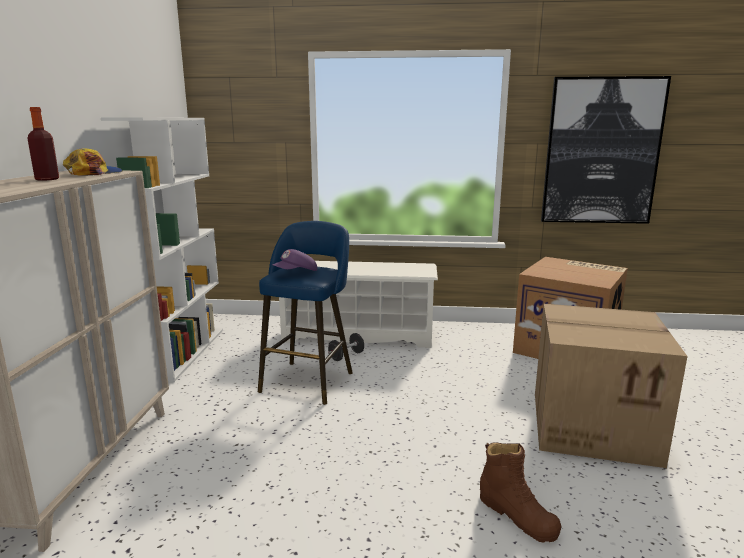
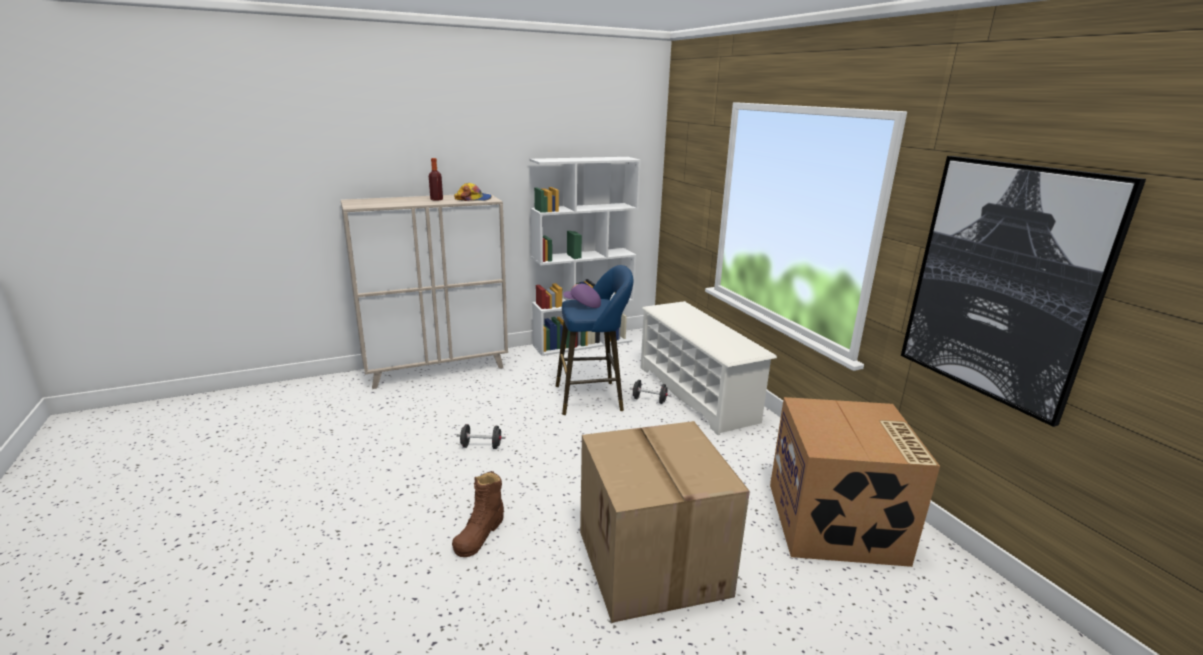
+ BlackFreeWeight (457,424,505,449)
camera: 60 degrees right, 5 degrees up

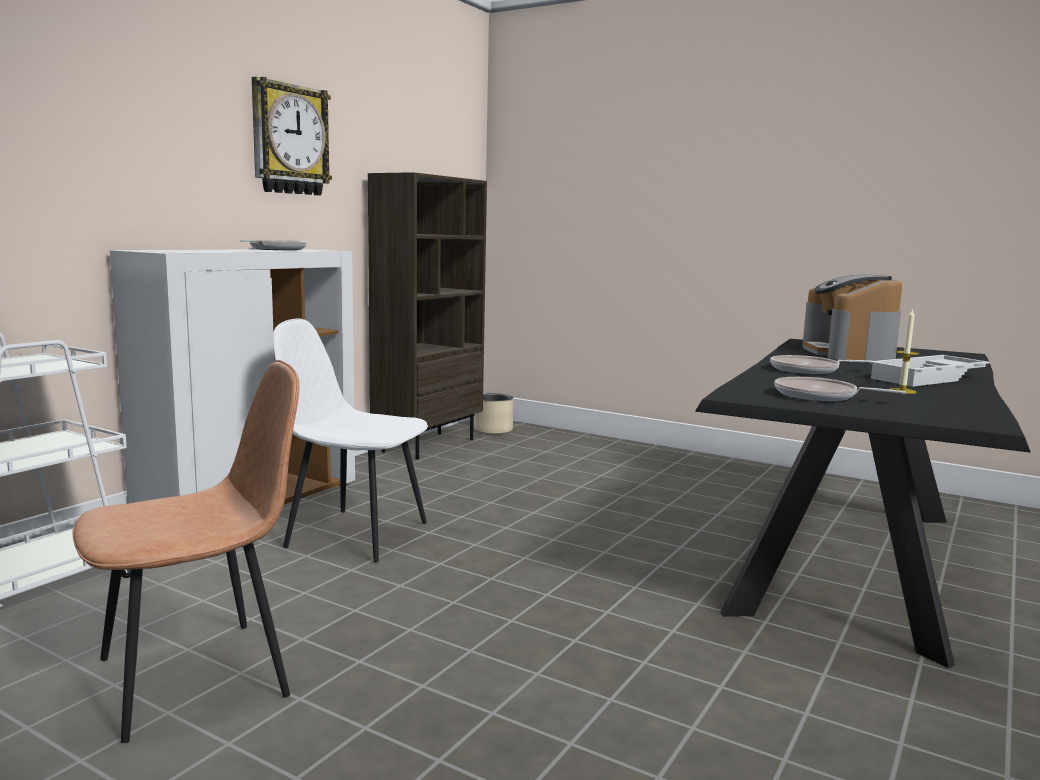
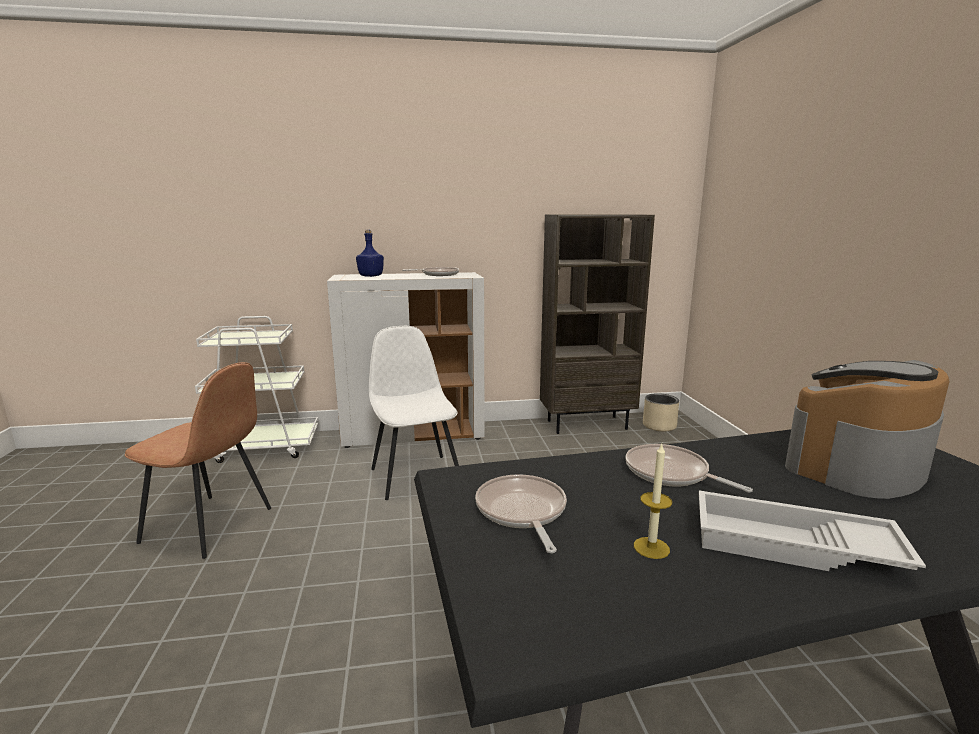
- WallClock (252,76,332,195)
+ BluishDrinkBottle (356,230,384,277)
camera: 50 degrees right, 5 degrees up

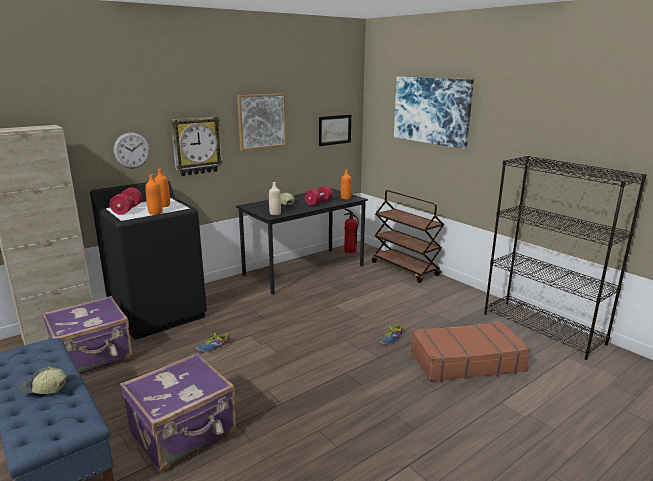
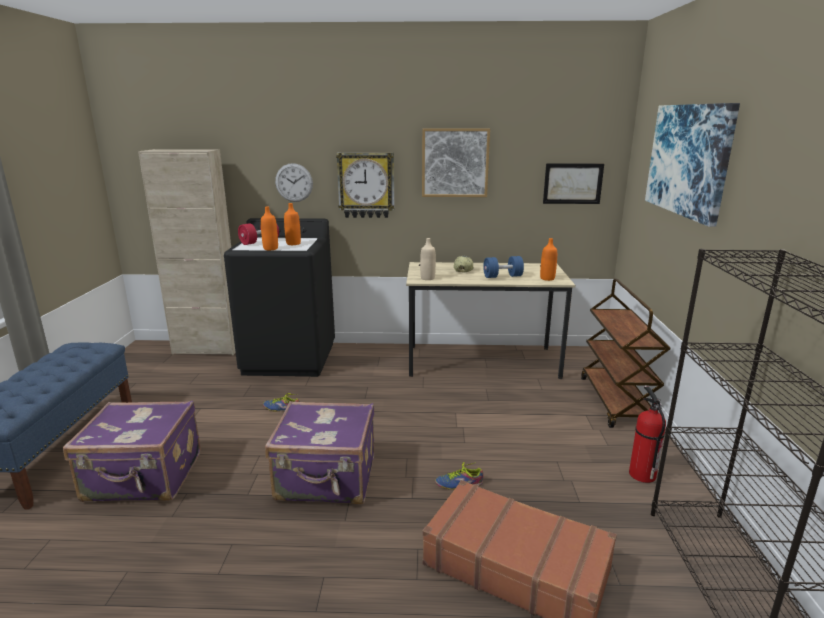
- Cap (19,366,66,394)
~ PurpleColouredPieceOfLuggage (42,296,133,374) to (265,401,374,504)
~ BlackDeskTable (236,188,368,295) to SandColouredDeskTable (406,262,576,379)
~ ReddishFreeWeight (305,186,333,205) to BluishFreeWeight (483,256,524,278)
~ Extinguisher (344,208,359,253) to (629,387,666,483)
camera: 40 degrees right, 0 degrees up

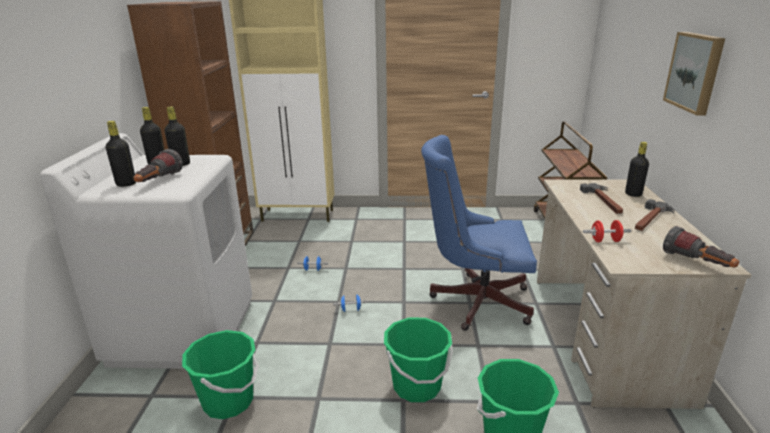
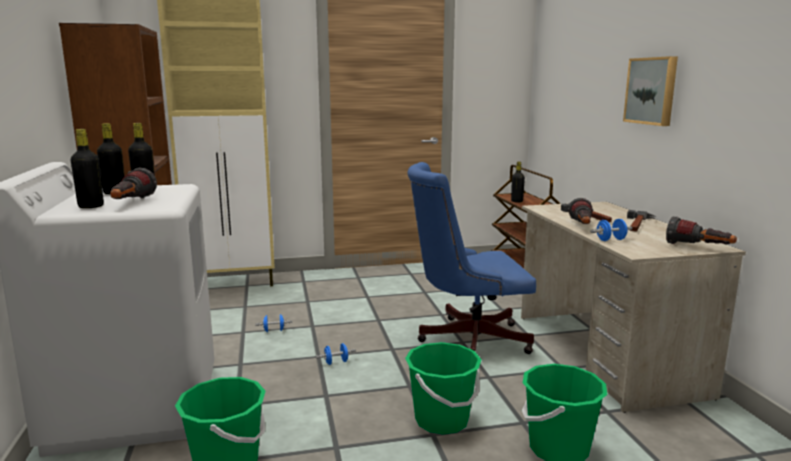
~ ReddishFreeWeight (583,220,632,242) to BluishFreeWeight (590,219,632,241)
~ BlackDrinkBottle (625,142,649,197) to (511,162,525,203)
+ Torch (568,198,593,224)
camera: 15 degrees left, 10 degrees down

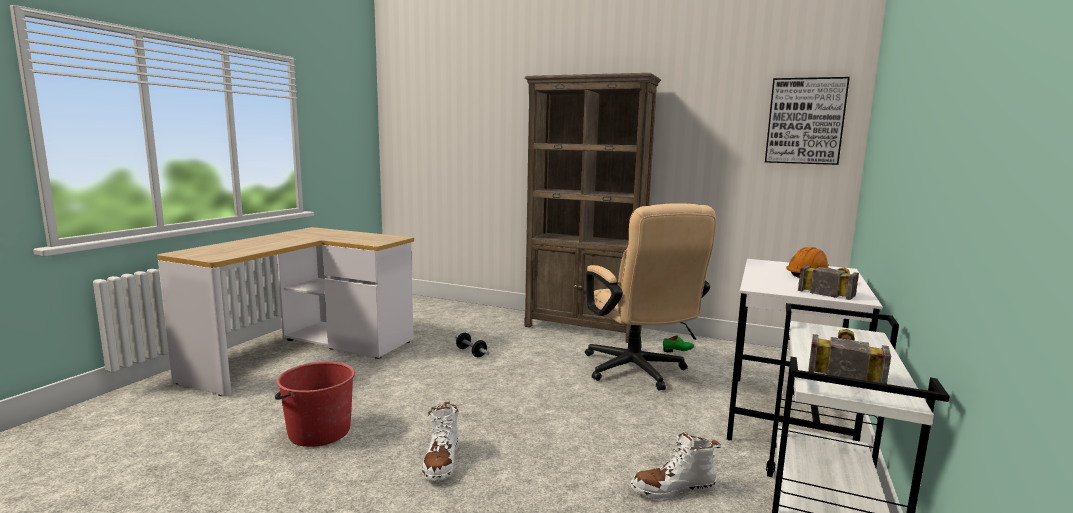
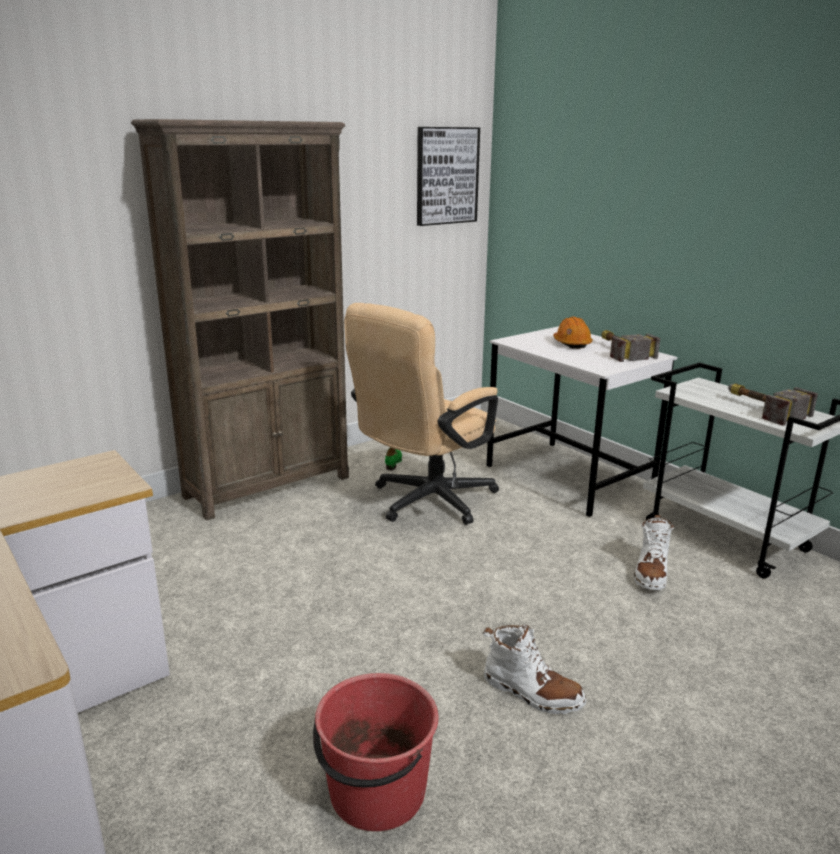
- FreeWeight (455,333,489,357)
~ SandColouredDeskChair (585,203,716,391) = (344,303,499,525) 120 degrees clockwise
camera: 60 degrees left, 10 degrees up

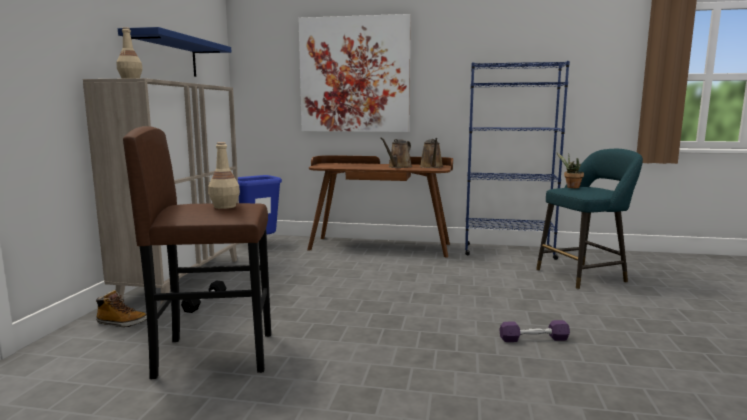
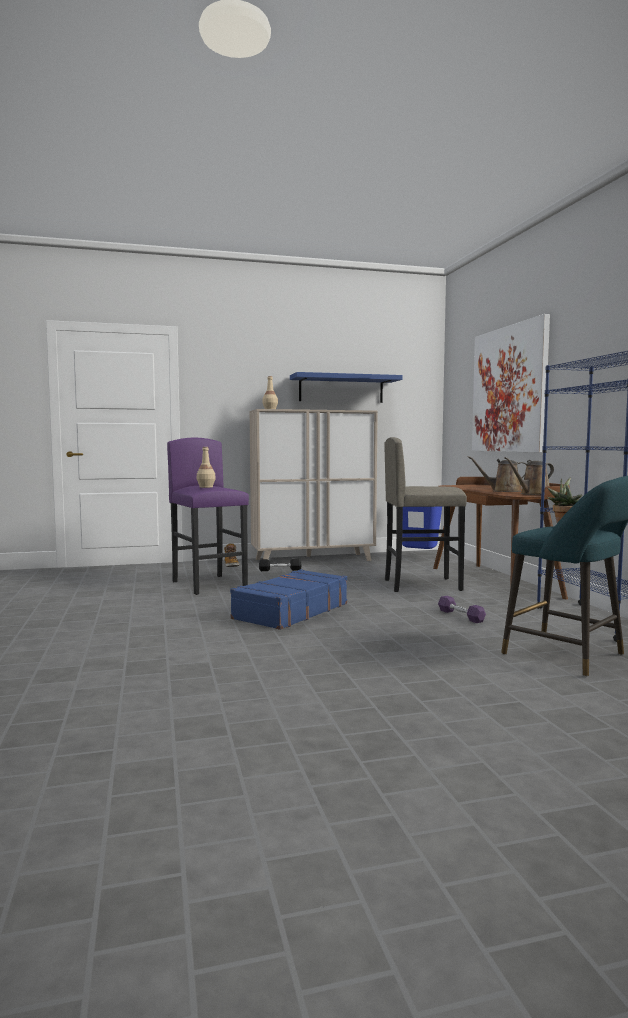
~ BrownColouredStool (123,126,271,379) to PurpleColouredStool (167,437,249,595)
~ PurpleColouredFreeWeight (499,320,570,342) to (438,596,486,623)
+ BluishPieceOfLuggage (230,569,347,630)
+ GreyStool (384,437,467,592)
camera: 65 degrees right, 5 degrees down

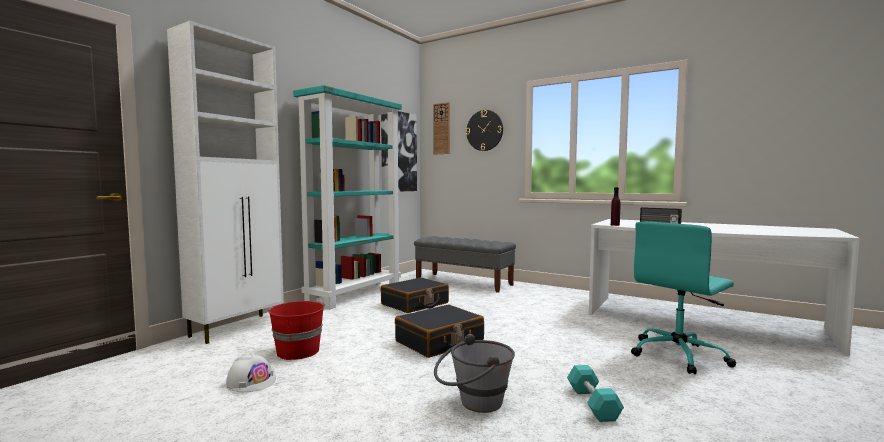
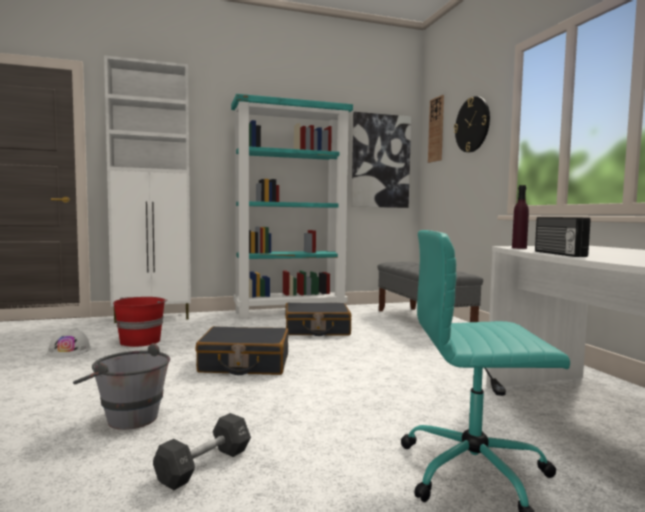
~ BlueGreenFreeWeight (567,365,624,422) to BlackFreeWeight (153,413,251,490)
camera: 40 degrees right, 0 degrees up

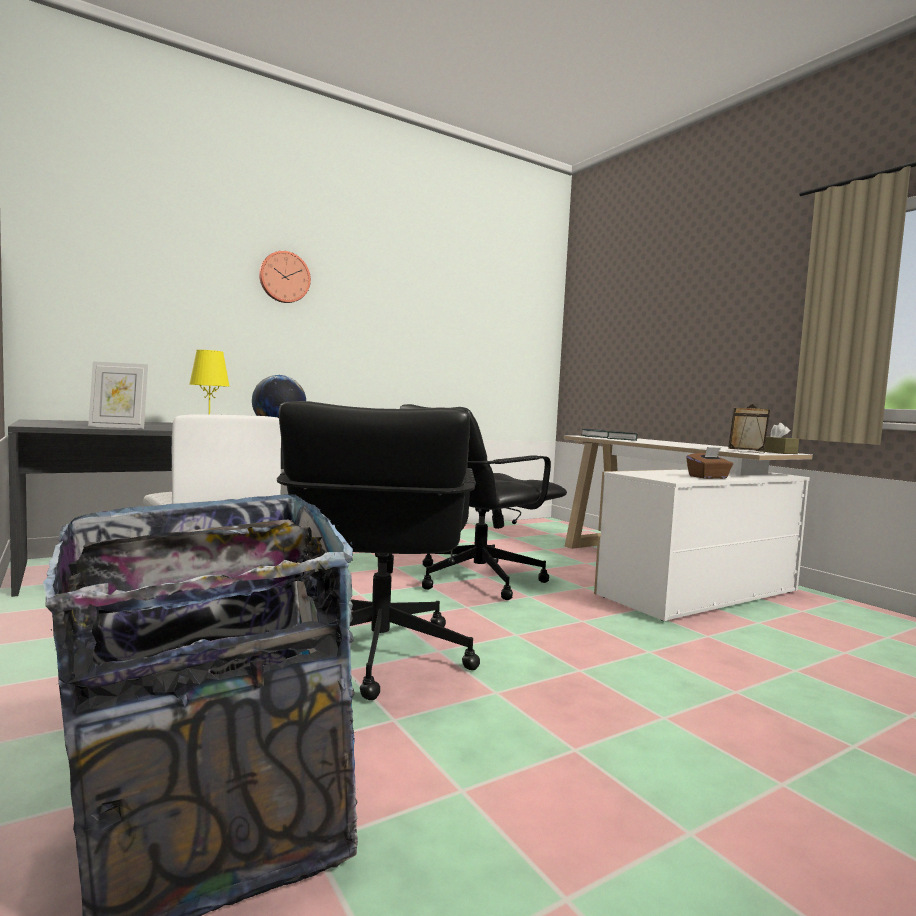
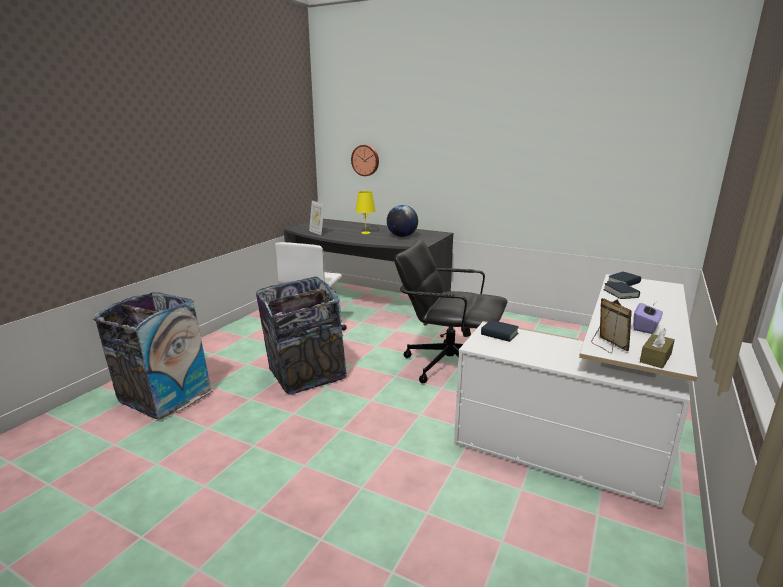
~ WallClock (259,251,311,303) to (351,145,379,176)
~ BlackDeskChair (277,401,480,700) to RubbishBin (256,277,347,395)
- BrownColouredTissueBox (686,447,733,479)
+ BoundBook (481,320,519,342)
+ PurpleColouredTissueBox (633,302,663,334)
camera: 60 degrees right, 15 degrees up

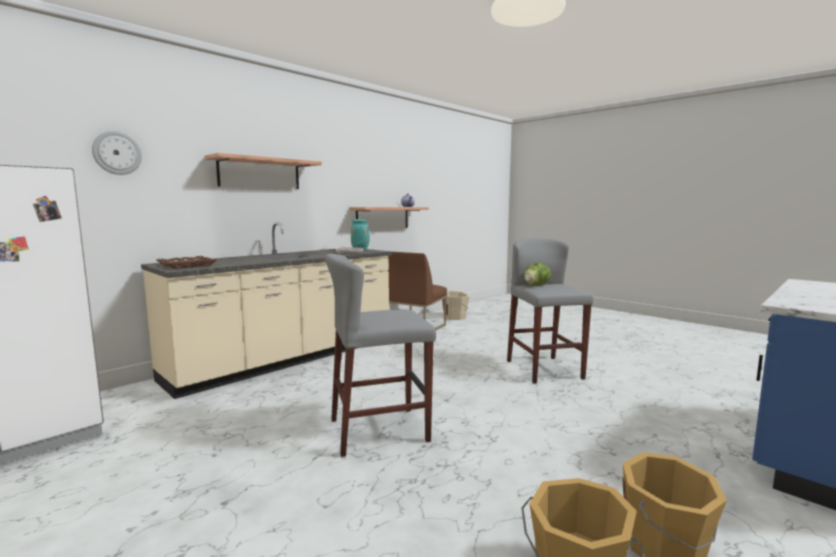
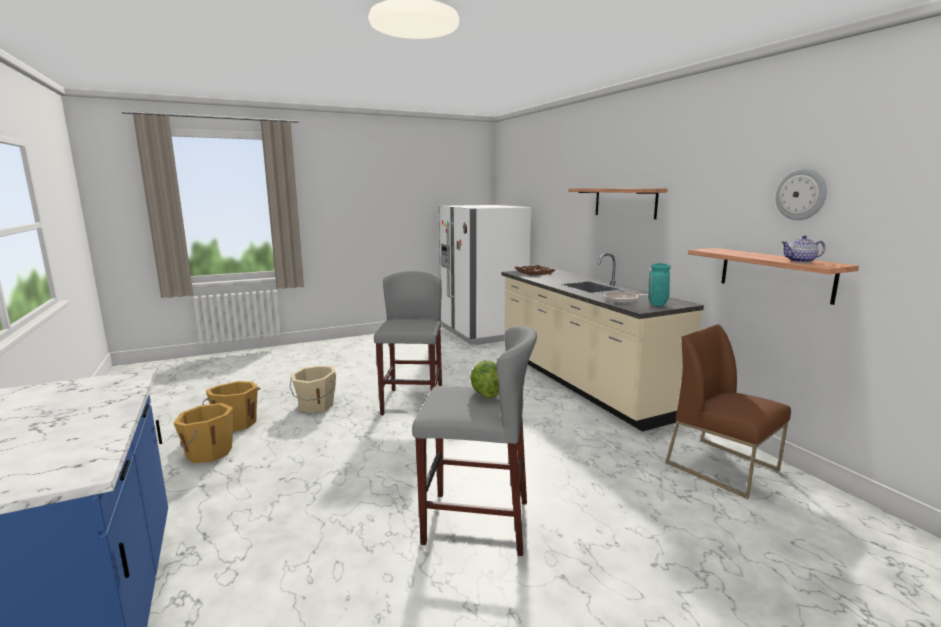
~ WallClock (92,131,142,175) to (776,169,827,220)
~ SandColouredPail (442,291,470,320) to (290,366,336,413)
camera: 110 degrees right, 5 degrees up

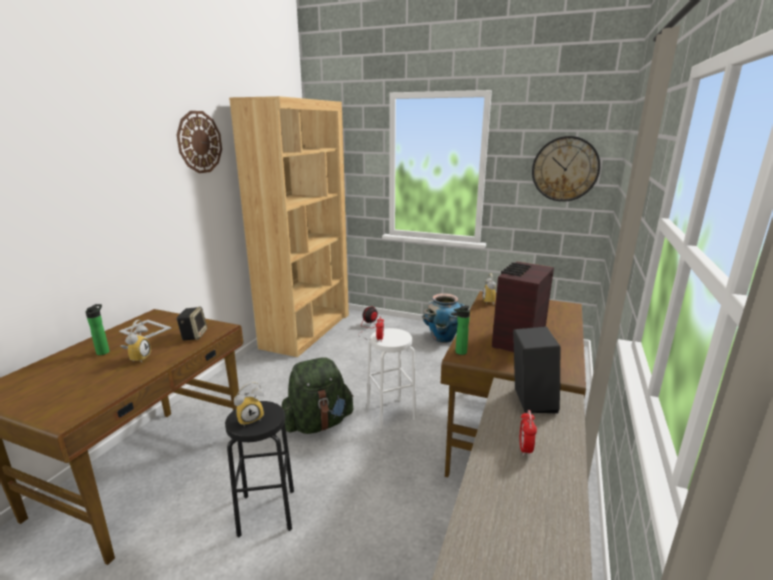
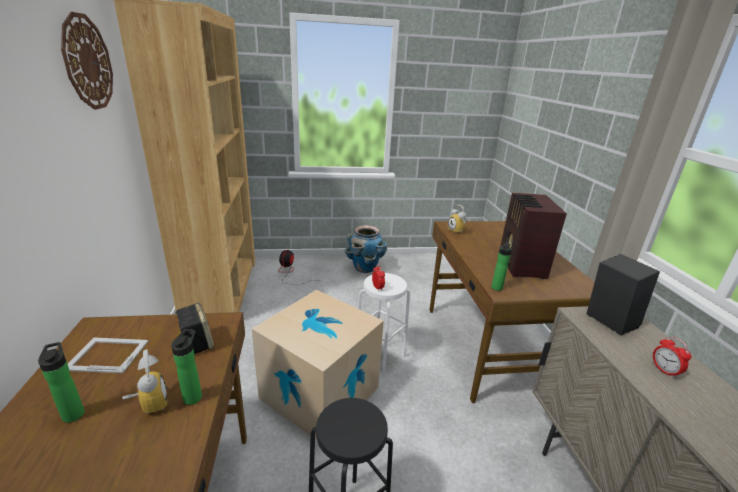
- TableClock (234,382,264,427)
~ GreenColouredKnapsack (281,357,354,434) to Carton (252,290,384,440)
- WallClock (532,136,600,202)
+ DrinkBottle (171,329,202,405)
camera: 30 degrees left, 5 degrees up

